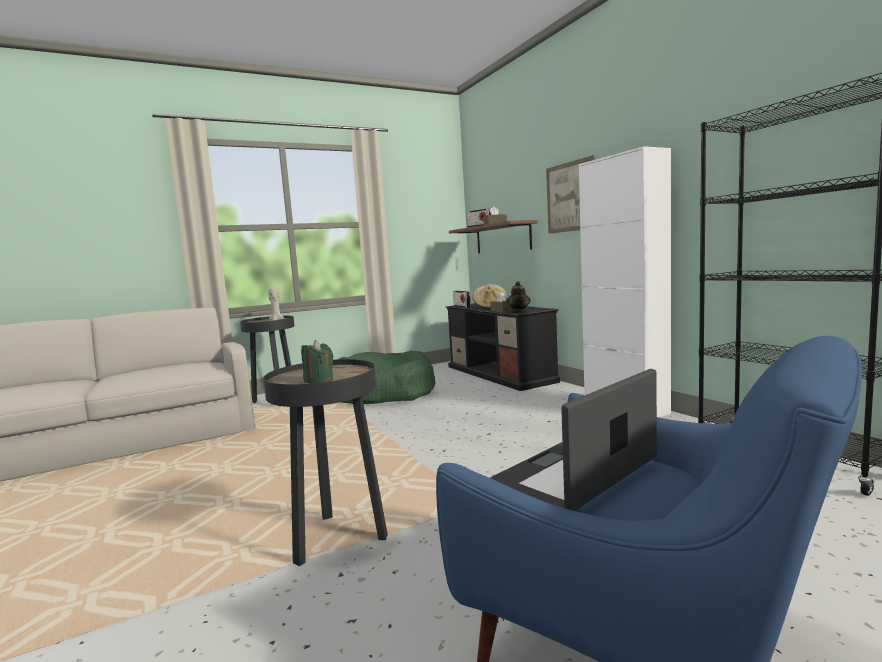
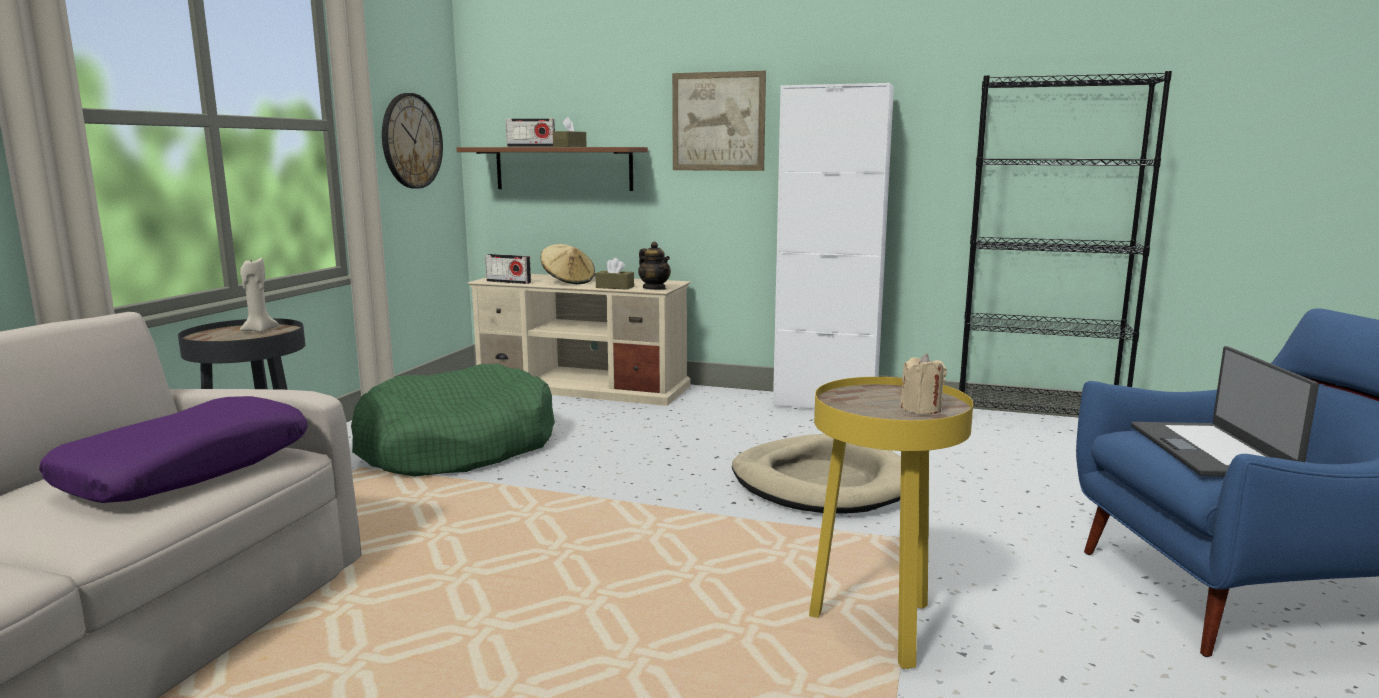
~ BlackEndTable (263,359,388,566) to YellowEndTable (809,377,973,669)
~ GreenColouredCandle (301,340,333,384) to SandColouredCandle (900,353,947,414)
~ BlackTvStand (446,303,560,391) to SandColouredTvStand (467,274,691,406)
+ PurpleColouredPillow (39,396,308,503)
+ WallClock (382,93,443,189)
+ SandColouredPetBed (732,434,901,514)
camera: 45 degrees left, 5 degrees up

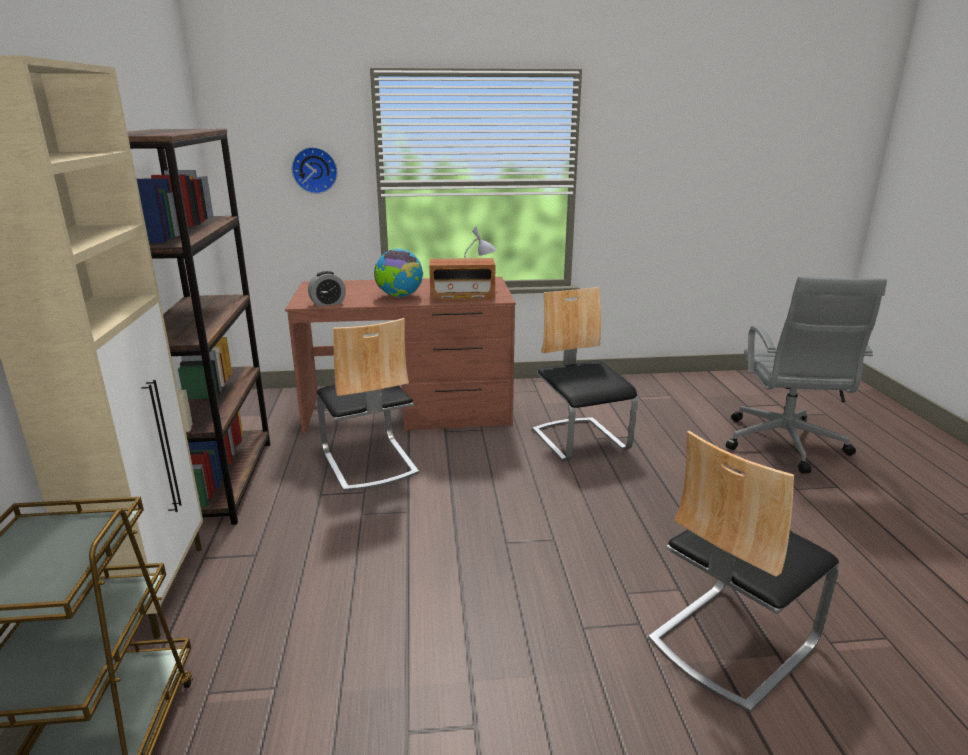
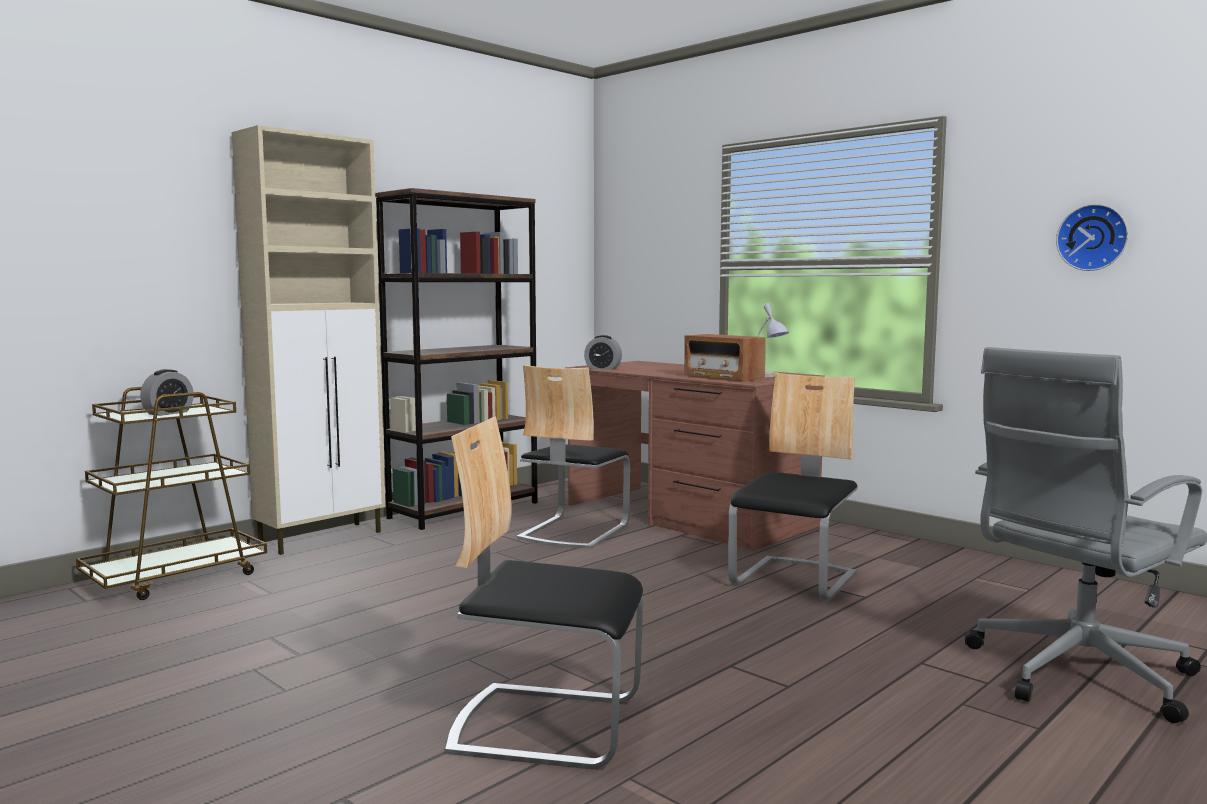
~ WallClock (291,147,338,194) to (1056,204,1128,271)
- Globe (374,249,423,297)
+ TableClock (140,369,193,416)
camera: 50 degrees right, 15 degrees down

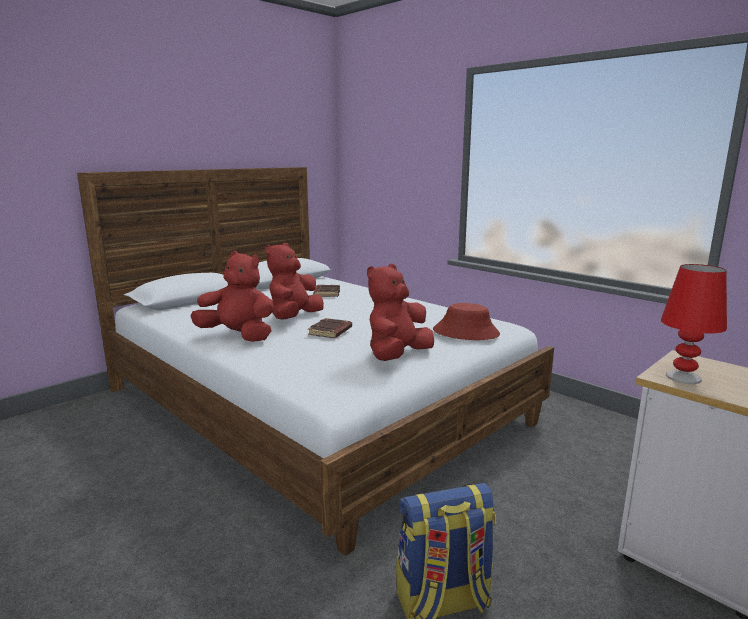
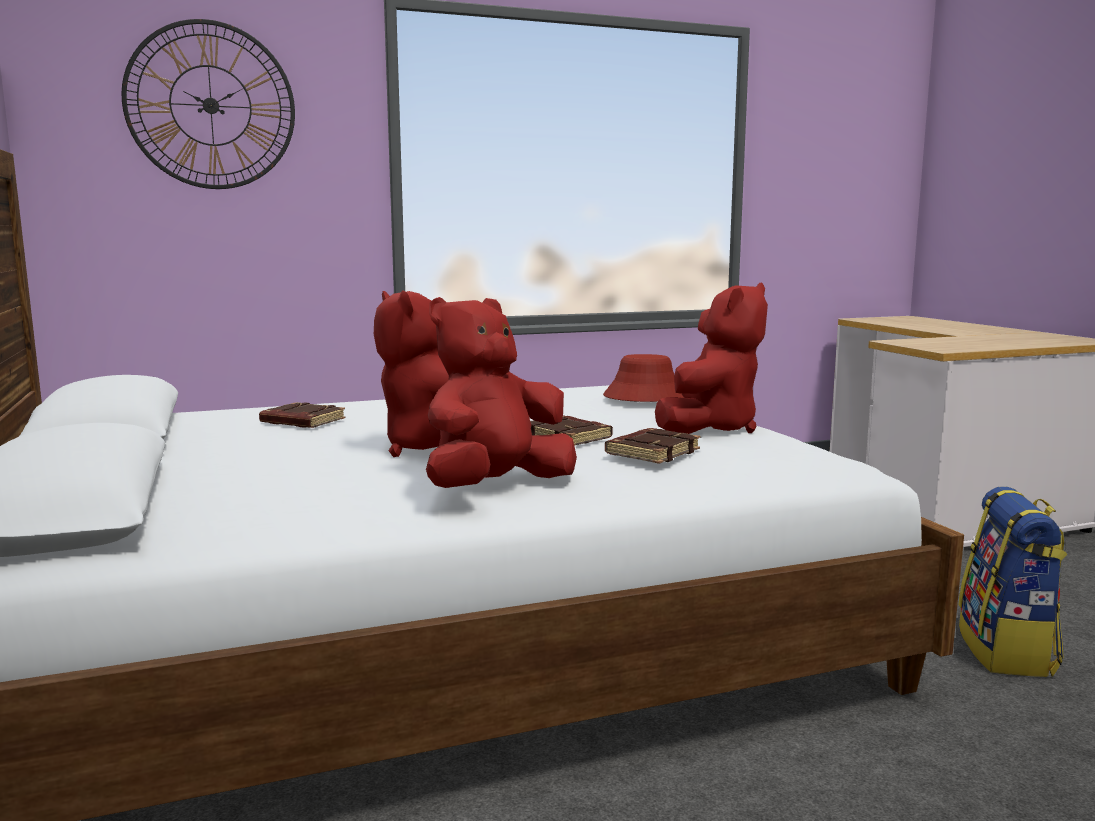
~ ReddishPlushToy (367,264,434,361) = (655,282,768,434) 120 degrees counterclockwise
- ReddishTabletopLamp (661,264,727,384)
+ WallClock (122,19,295,189)
+ BrownColouredBoundBook (605,428,701,464)
camera: 65 degrees left, 5 degrees down

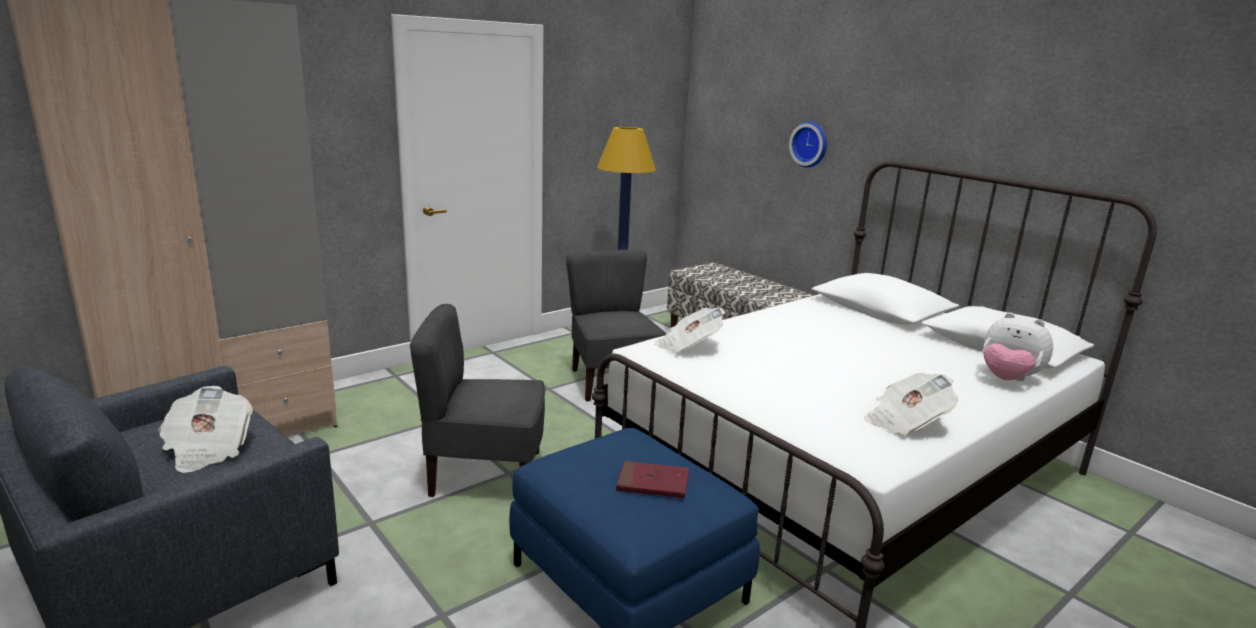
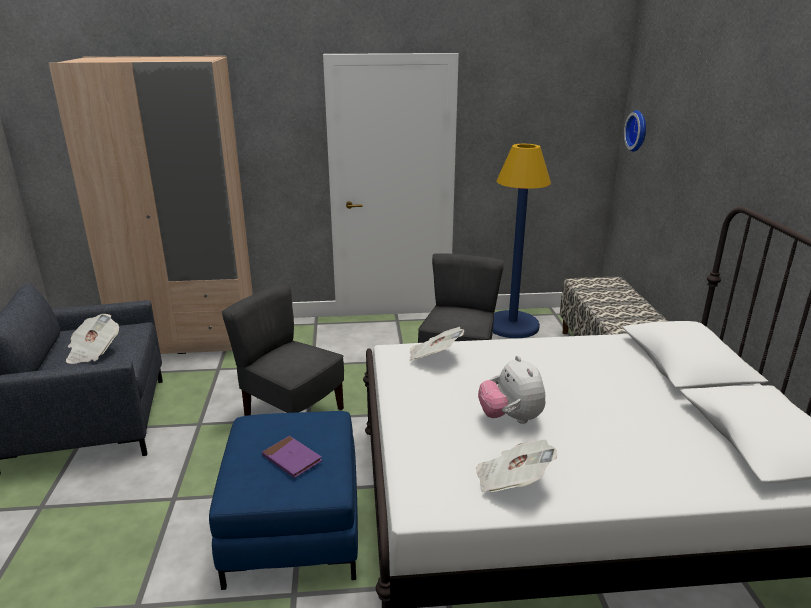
~ ReddishBoundBook (616,461,689,498) to PurpleColouredBoundBook (262,436,322,478)
~ WallClock (789,121,827,168) to (624,110,646,152)
~ PlushToy (983,312,1053,381) to (478,356,545,424)
camera: 35 degrees right, 5 degrees up

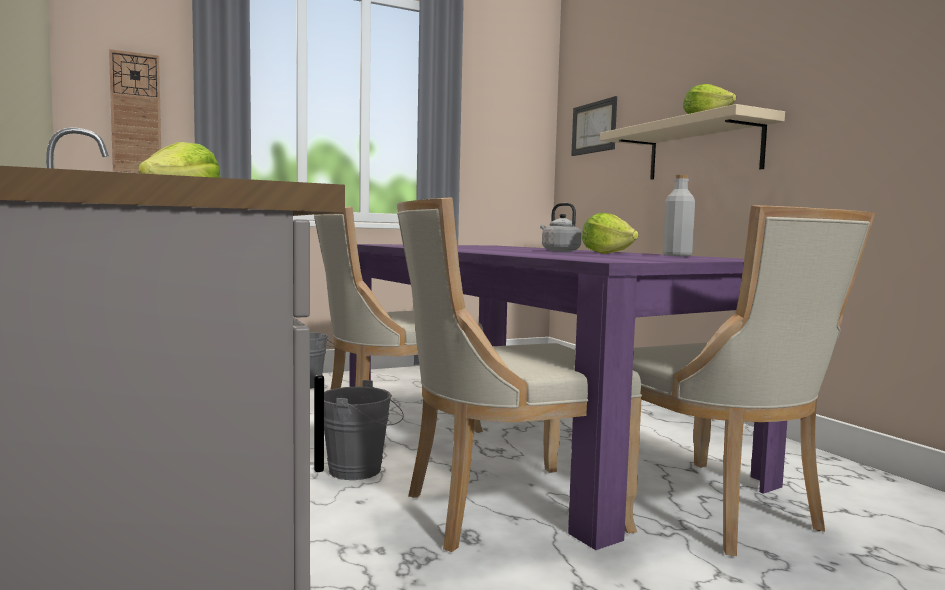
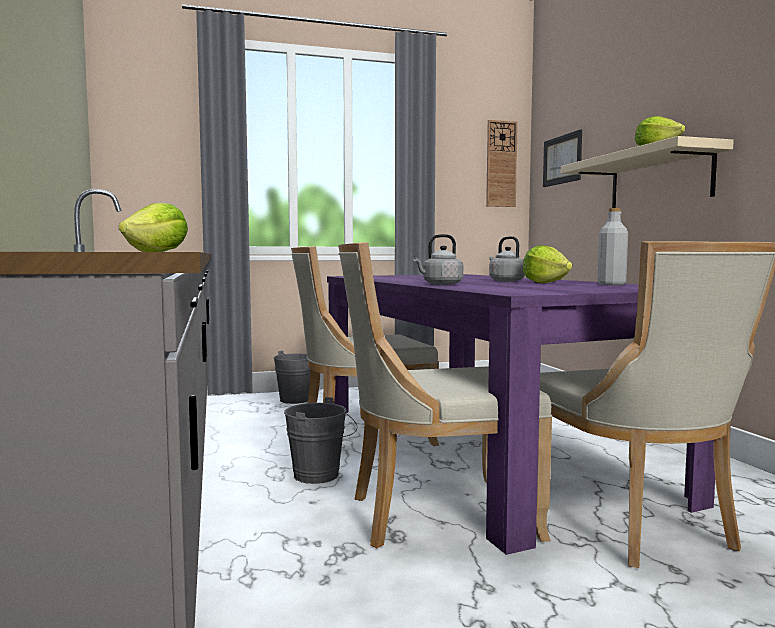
~ WallClock (109,49,161,173) to (486,120,518,207)
+ GreyKettle (413,234,463,285)
camera: 10 degrees right, 0 degrees up

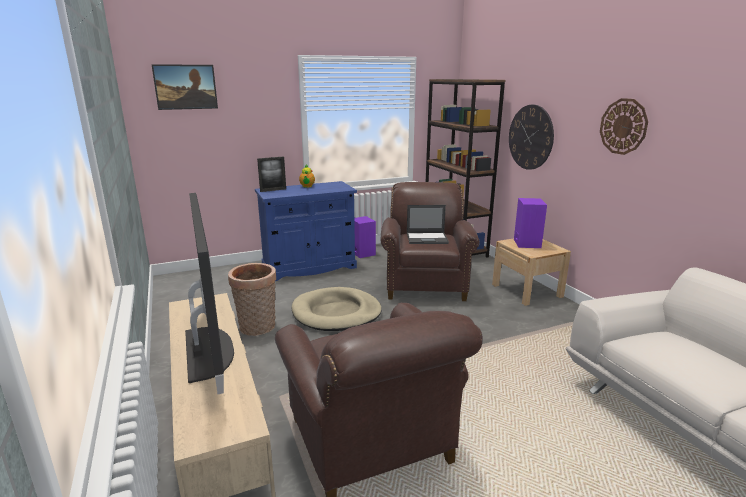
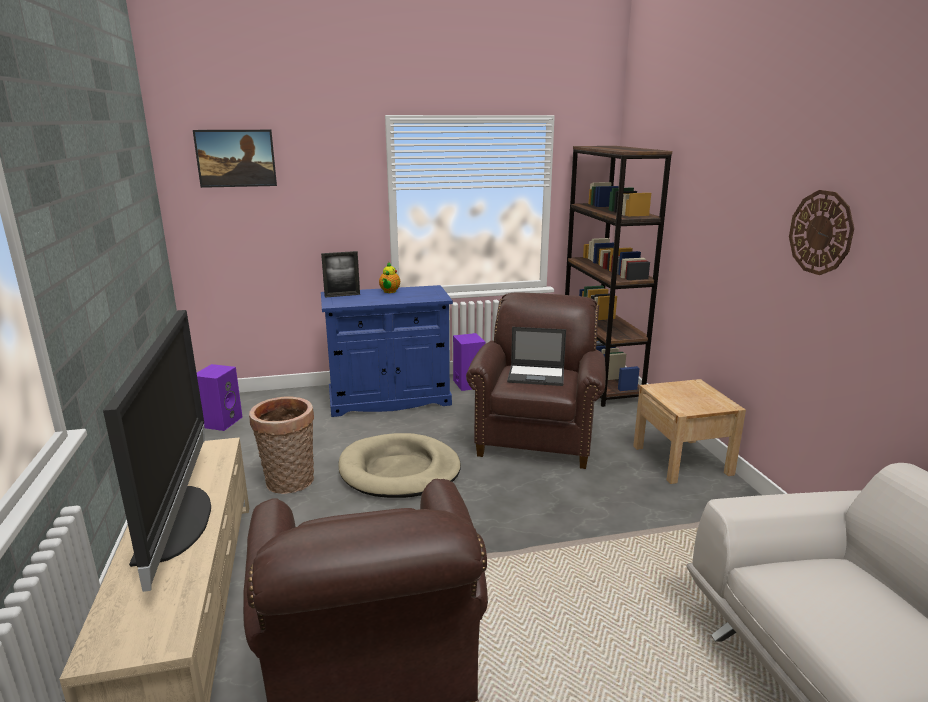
- WallClock (509,105,554,170)
~ PurpleColouredSpeaker (514,198,547,248) to (197,364,242,431)
camera: 10 degrees right, 0 degrees up

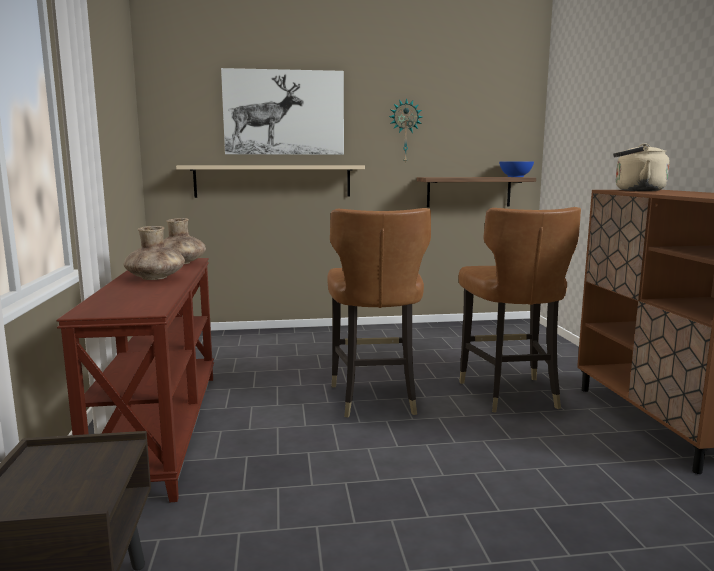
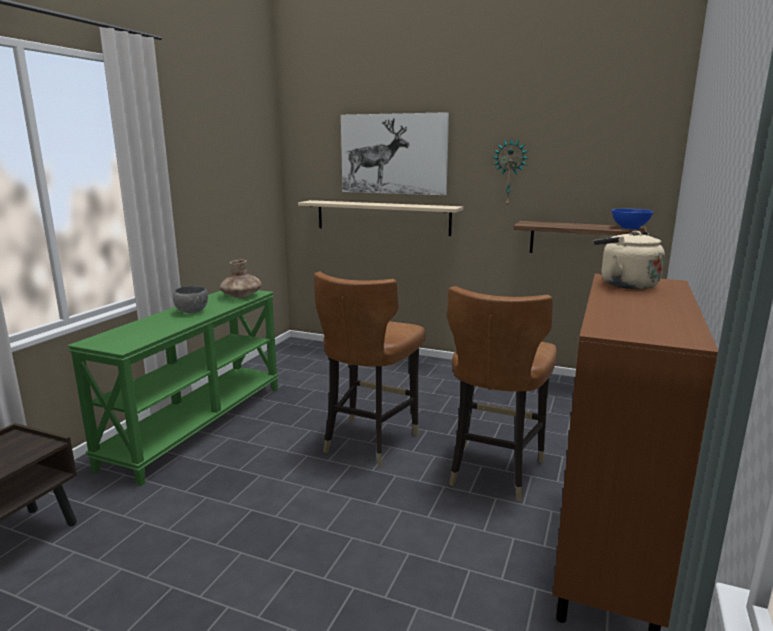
~ BrownColouredHallTable (56,258,214,503) to GreenColouredHallTable (67,290,279,486)
~ BrownColouredDecorativeVase (123,226,185,280) to GreyDeepDish (173,286,208,313)
camera: 30 degrees right, 5 degrees up

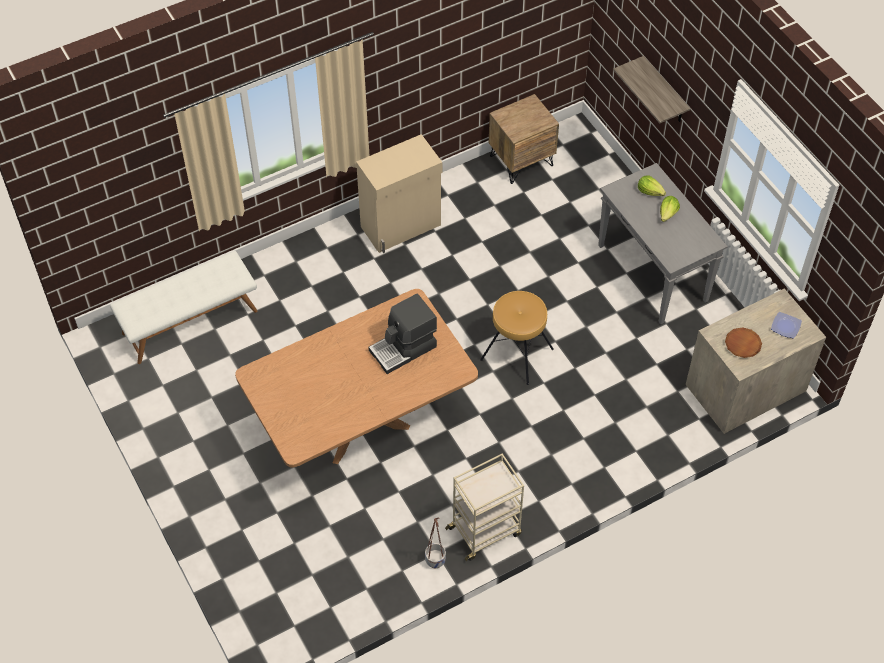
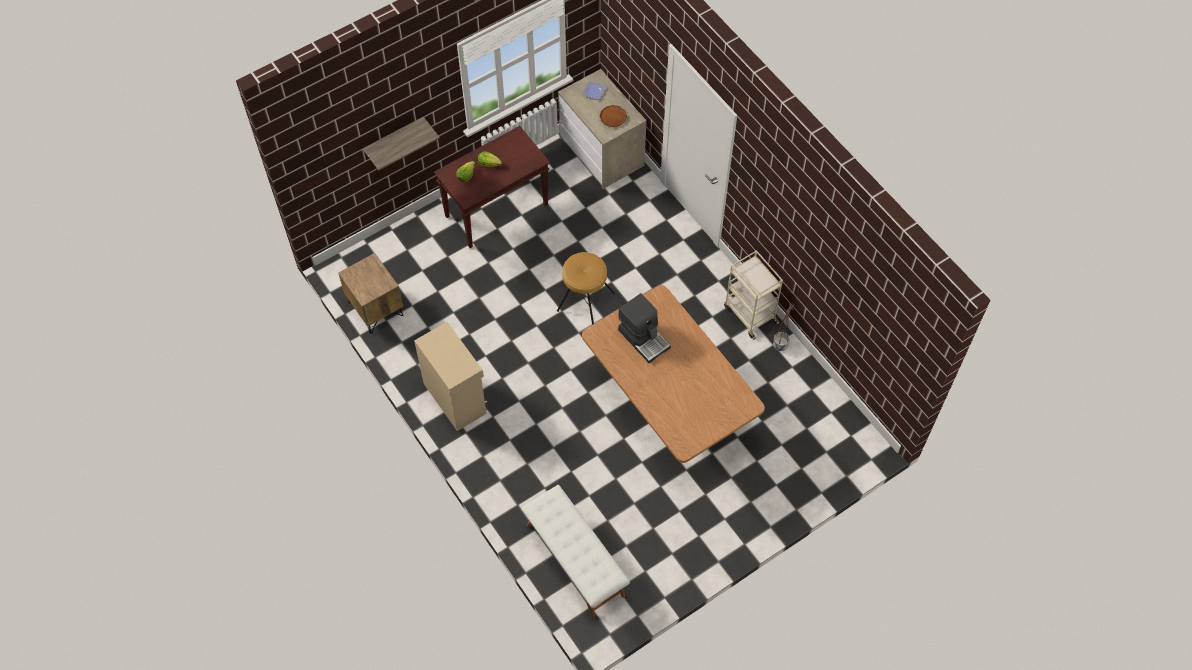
~ GreyHallTable (598,163,728,324) to BrownColouredHallTable (434,126,550,248)
camera: 95 degrees left, 5 degrees up

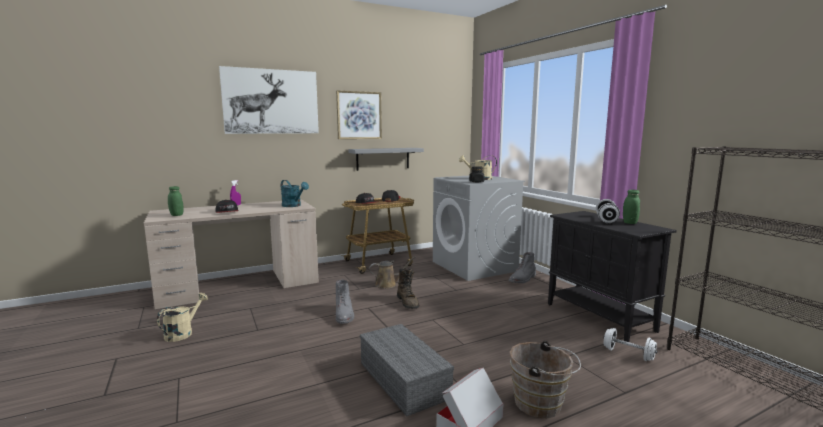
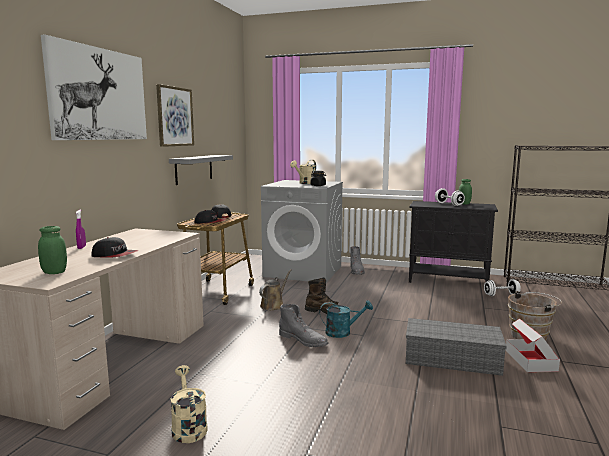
~ BlueGreenWateringCan (281,180,309,207) to (320,300,373,338)
camera: 45 degrees left, 0 degrees up

